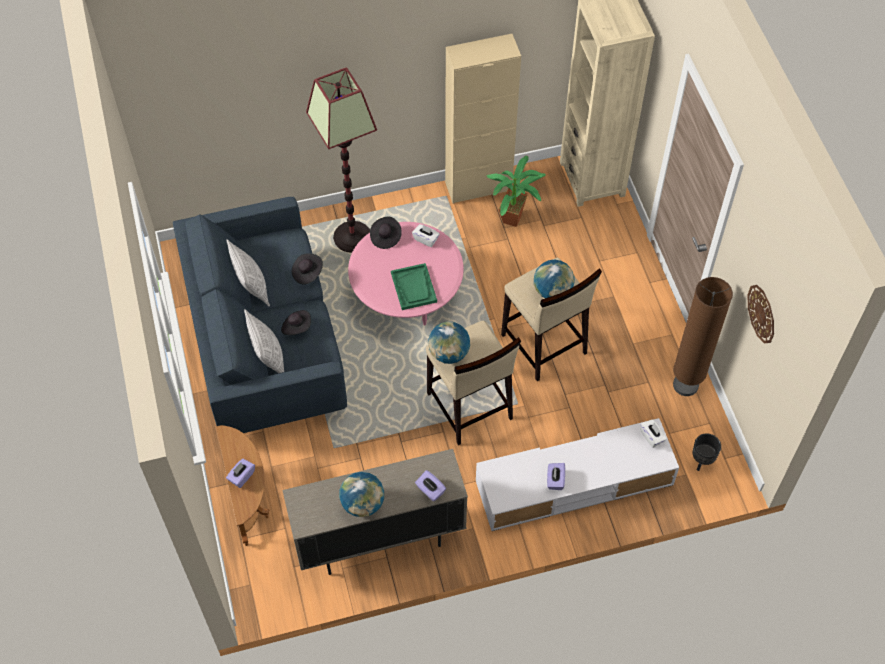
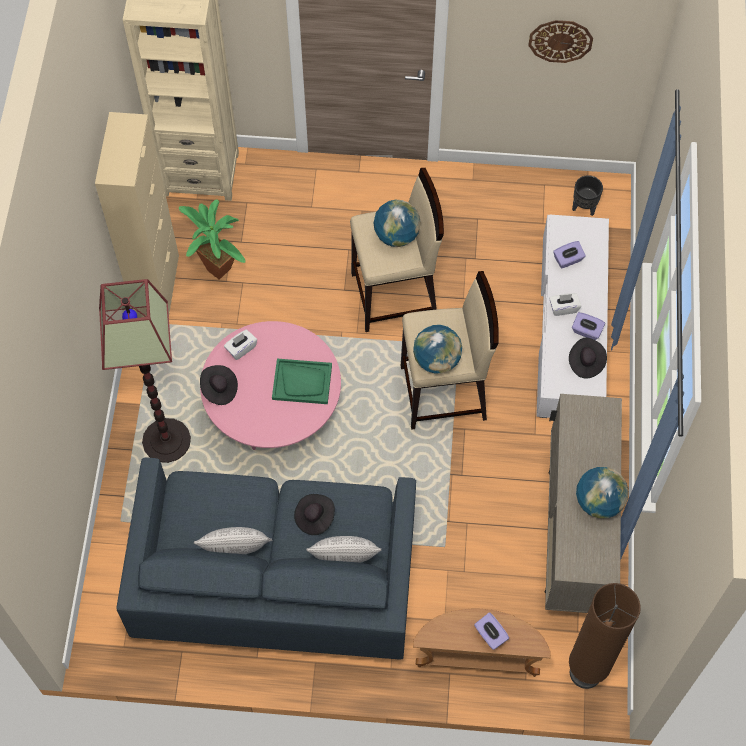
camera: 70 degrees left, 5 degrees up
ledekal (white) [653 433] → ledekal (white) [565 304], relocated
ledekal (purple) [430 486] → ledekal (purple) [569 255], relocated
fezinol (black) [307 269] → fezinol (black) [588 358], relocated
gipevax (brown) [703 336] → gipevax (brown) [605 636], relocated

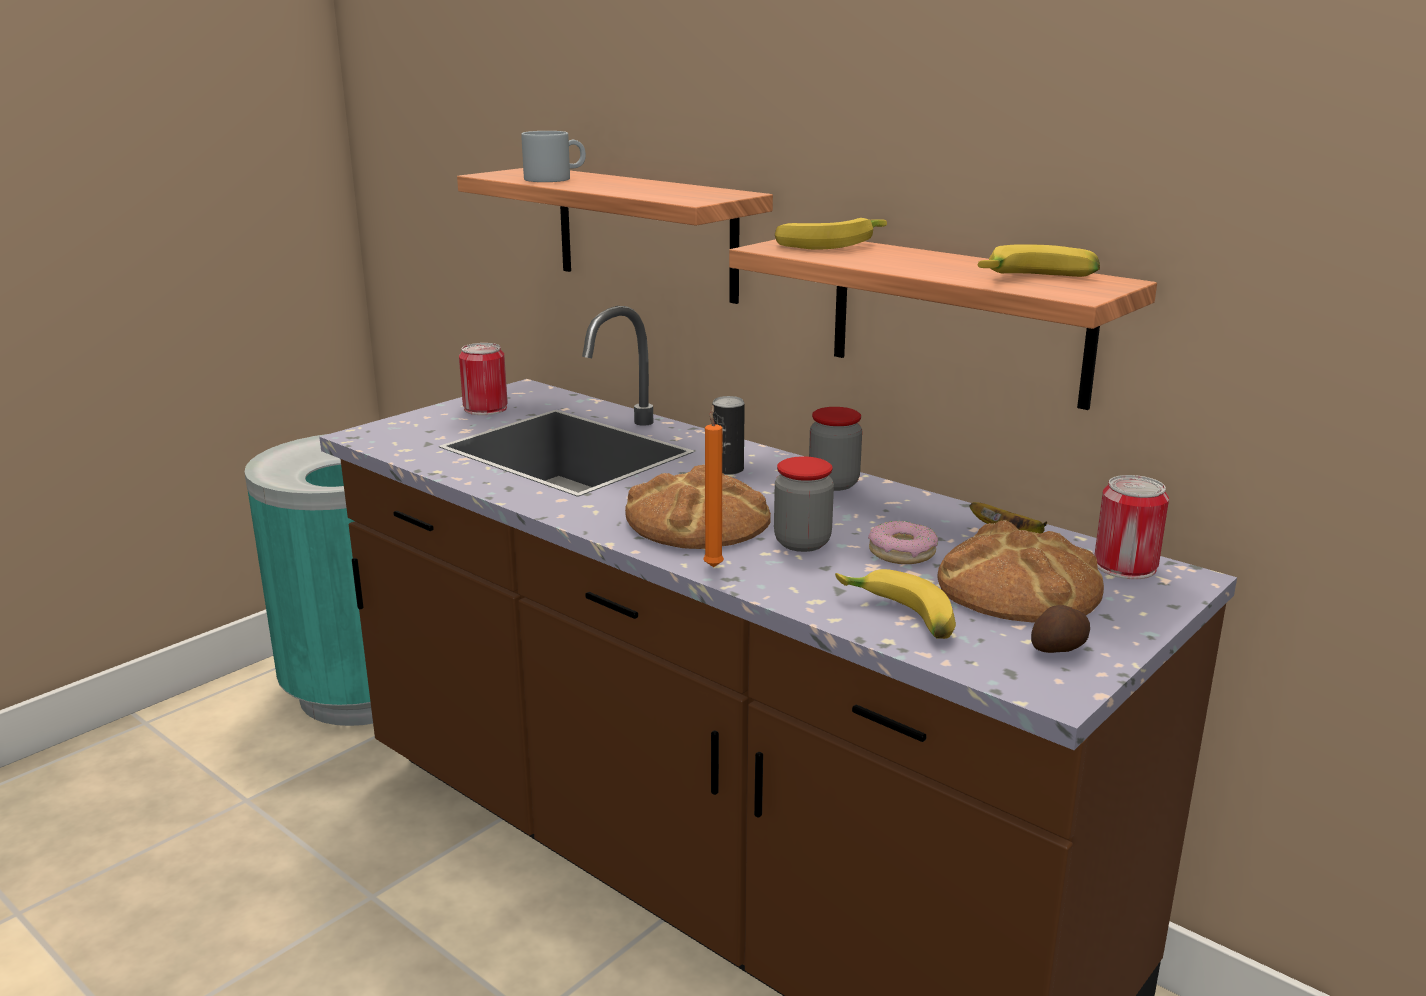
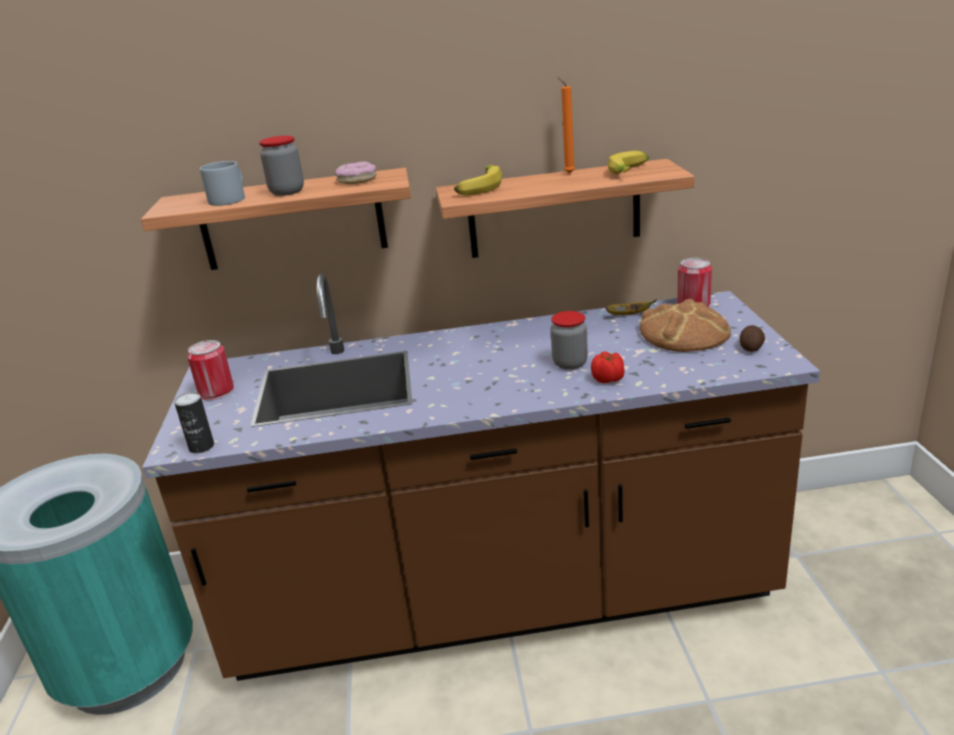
camera: 45 degrees left, 5 degrees up
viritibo [728 435] → viritibo [194 422], relocated
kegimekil [835 449] → kegimekil [281 166], relocated
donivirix [903 542] → donivirix [355 172], relocated
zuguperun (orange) [713 486] → zuguperun (orange) [566 125], relocated
- → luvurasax [608 367]
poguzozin [698 506] → -
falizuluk [895 604] → -

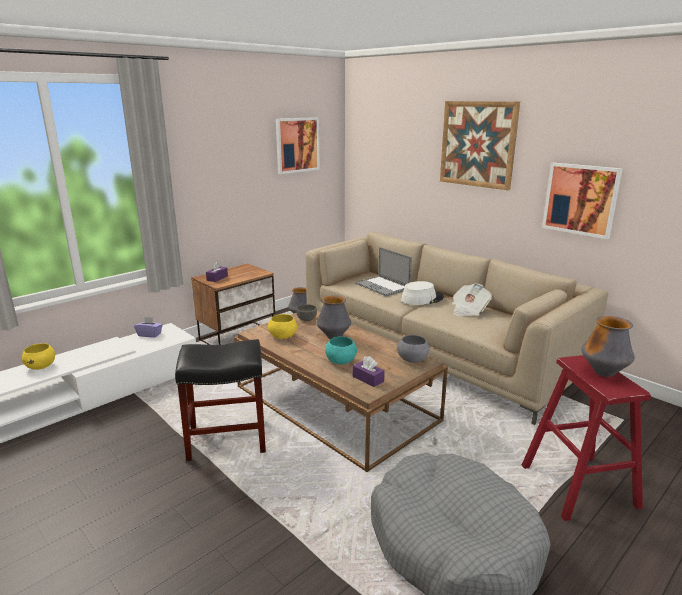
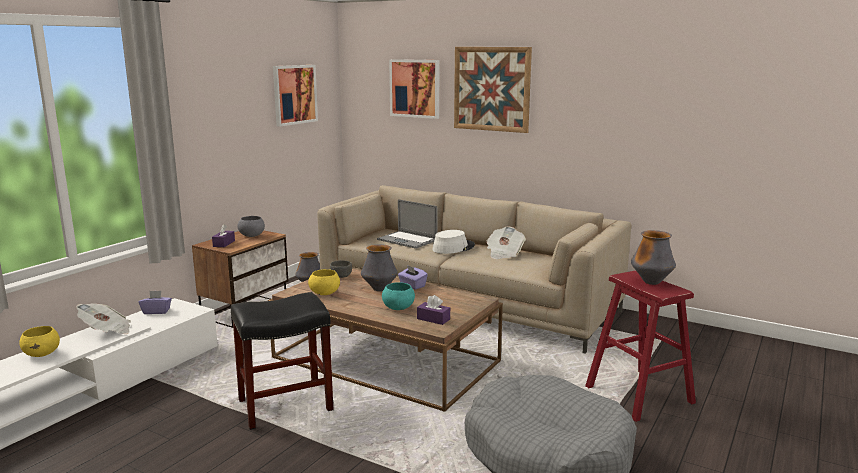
camera: 15 degrees left, 5 degrees down
- → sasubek [103 318]
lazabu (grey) [413 349] → lazabu (grey) [251 226], relocated
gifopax [582 201] → gifopax [414 89], relocated
- → ledekal (purple) [413 277]

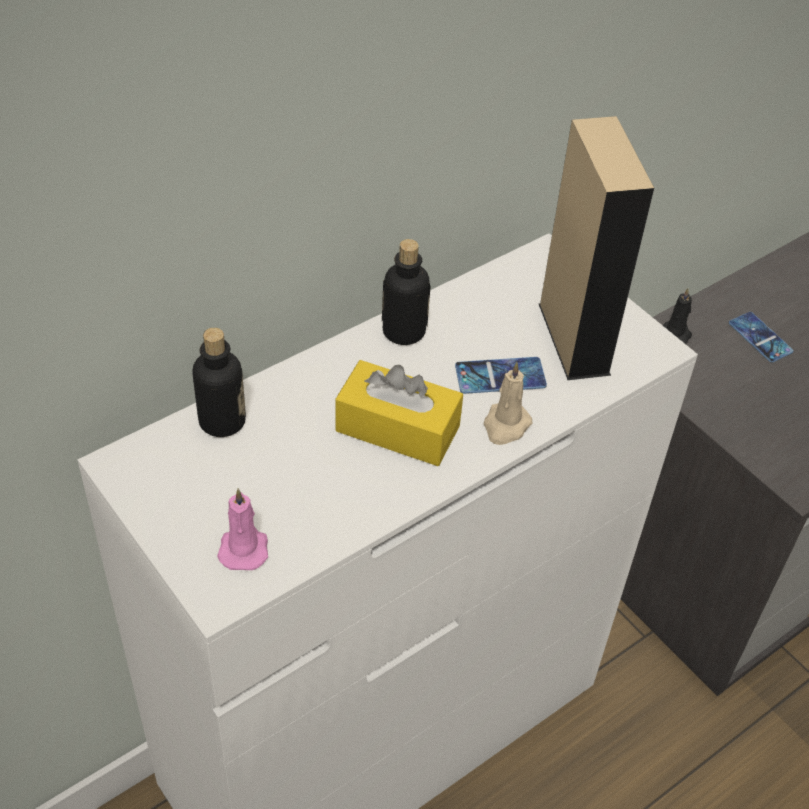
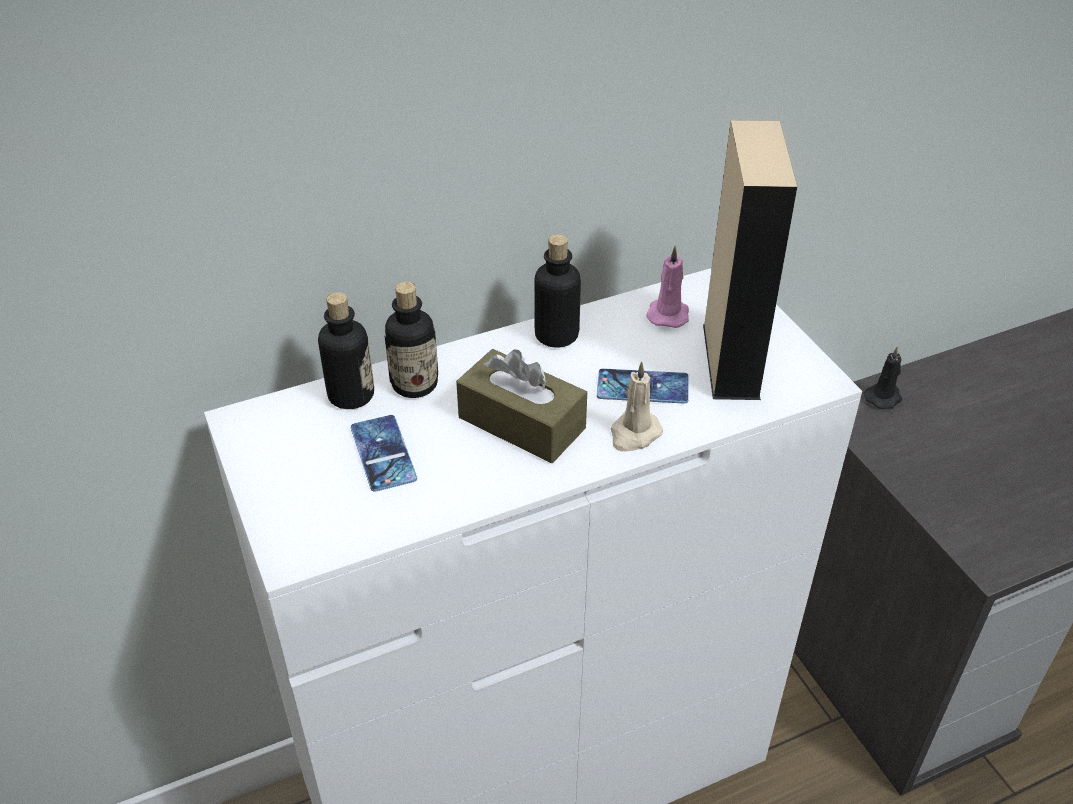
camera: 15 degrees right, 5 degrees down
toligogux [761 337] → toligogux [384 453], relocated
- → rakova [411 340]
ledekal (yellow) [399 413] → ledekal (brown) [521 406]
zuguperun (pink) [242 529] → zuguperun (pink) [667 287], relocated

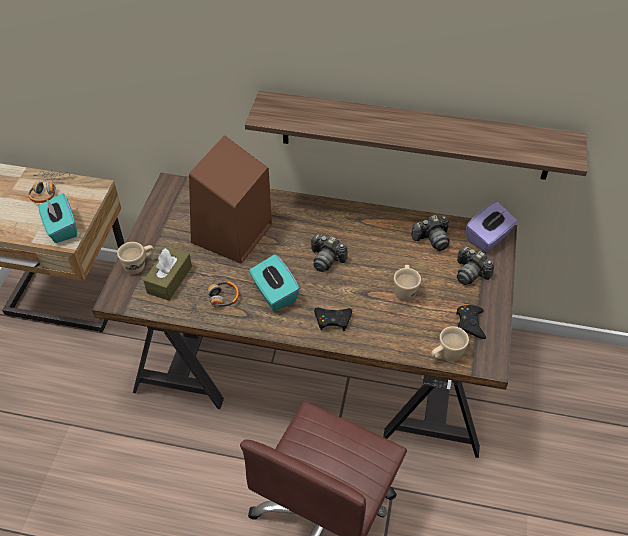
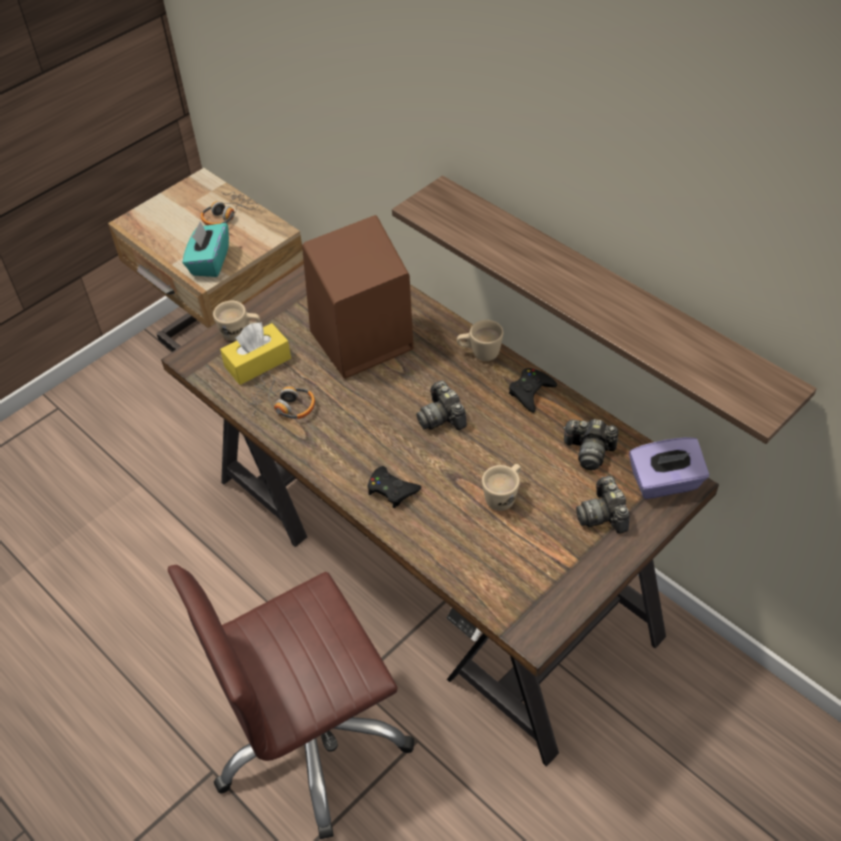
camera: 35 degrees right, 0 degrees up
ledekal (brown) [168 273] → ledekal (yellow) [255 353]
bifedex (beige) [450 344] → bifedex (beige) [480 340], relocated
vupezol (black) [471 322] → vupezol (black) [533 390], relocated
ledekal (turquoise) [274 282] → -

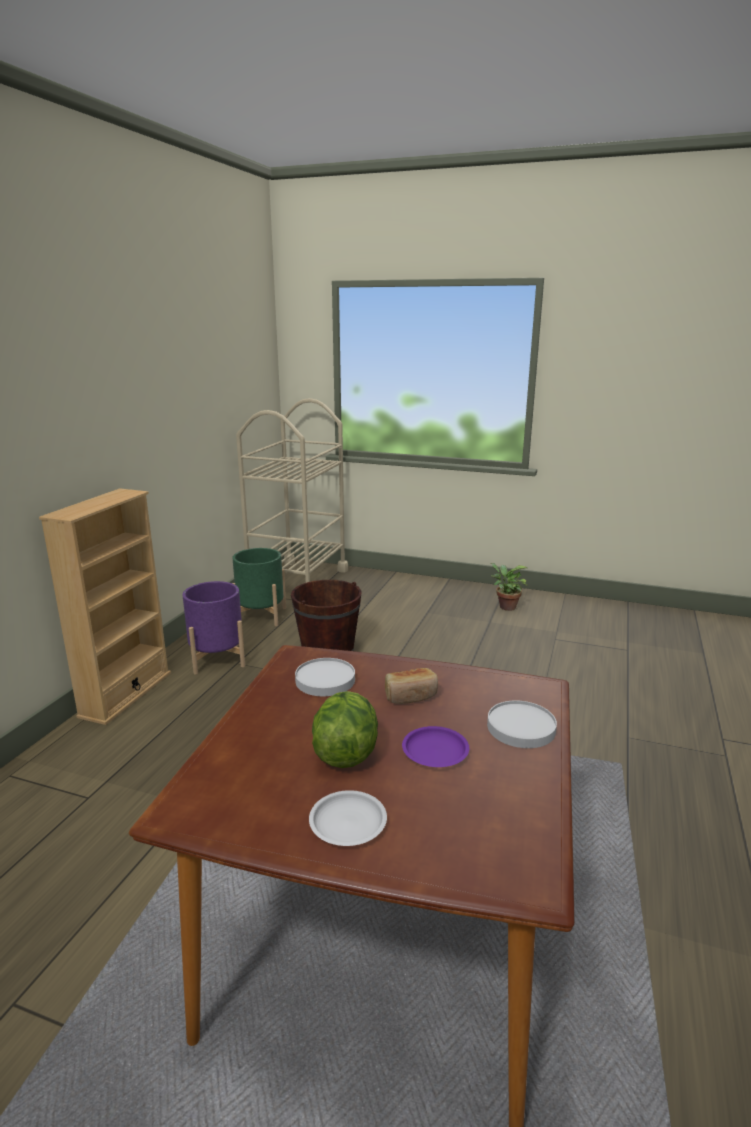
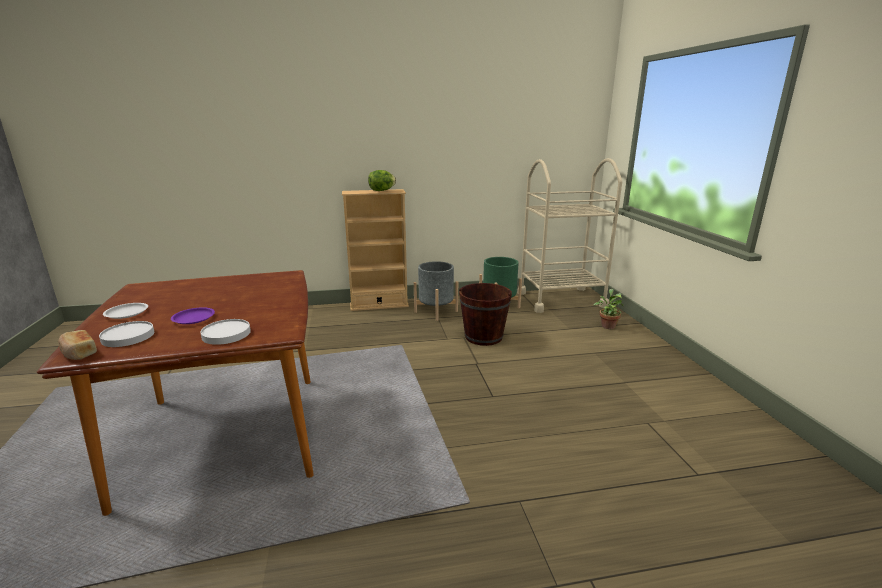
camera: 60 degrees right, 0 degrees up
poguzozin [411 686] → poguzozin [77 345], relocated
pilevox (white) [325 677] → pilevox (white) [126 334], relocated
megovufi [345 729] → megovufi [382 180], relocated
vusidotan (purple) [214 628] → vusidotan (grey) [436 291]
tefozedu [509 587] → tefozedu [608 309], relocated

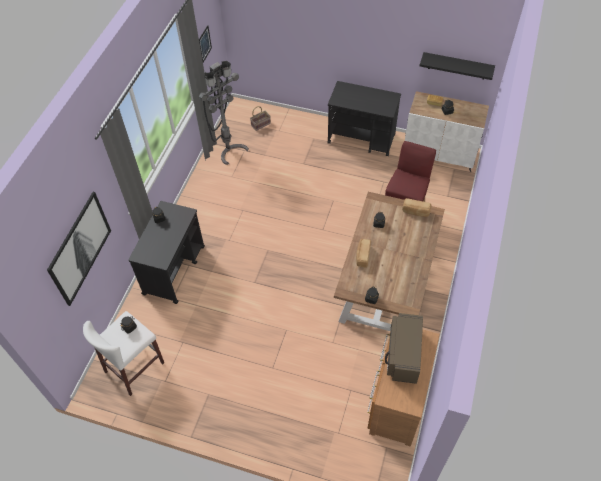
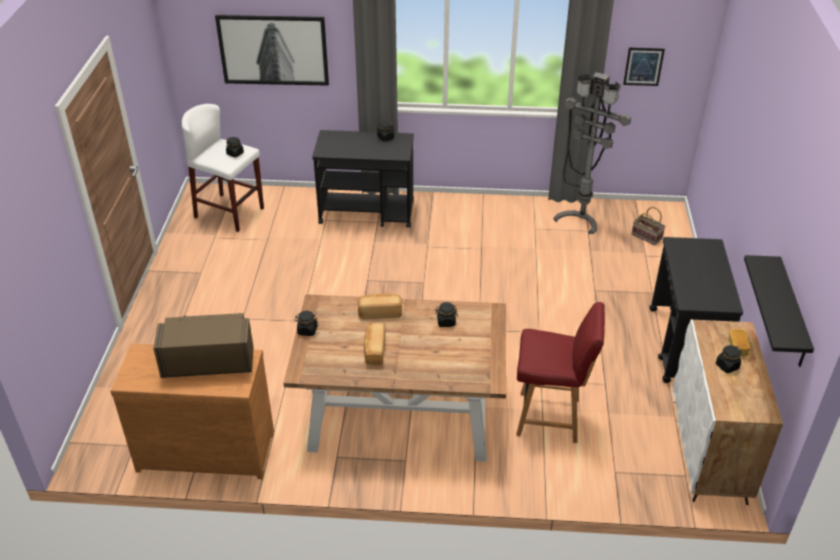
camera: 75 degrees right, 15 degrees down
poguzozin [416 207] → poguzozin [375 344], relocated

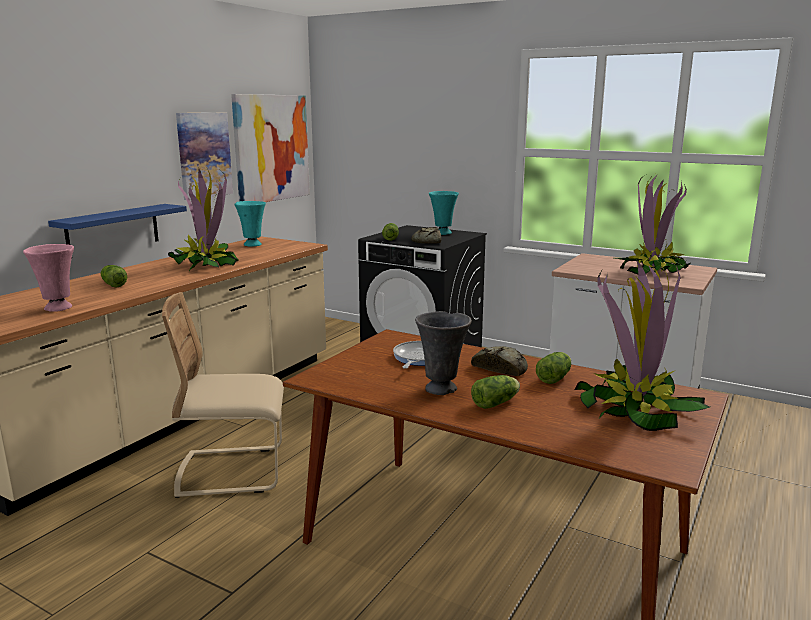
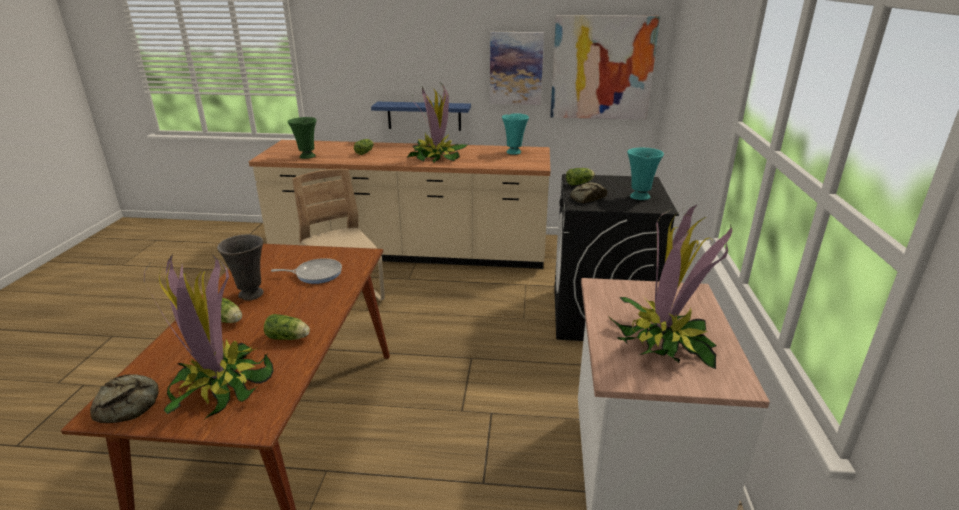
camera: 65 degrees right, 10 degrees up
poguzozin [499 361] → poguzozin [124 398], relocated
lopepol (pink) [48 278] → lopepol (green) [302 138]

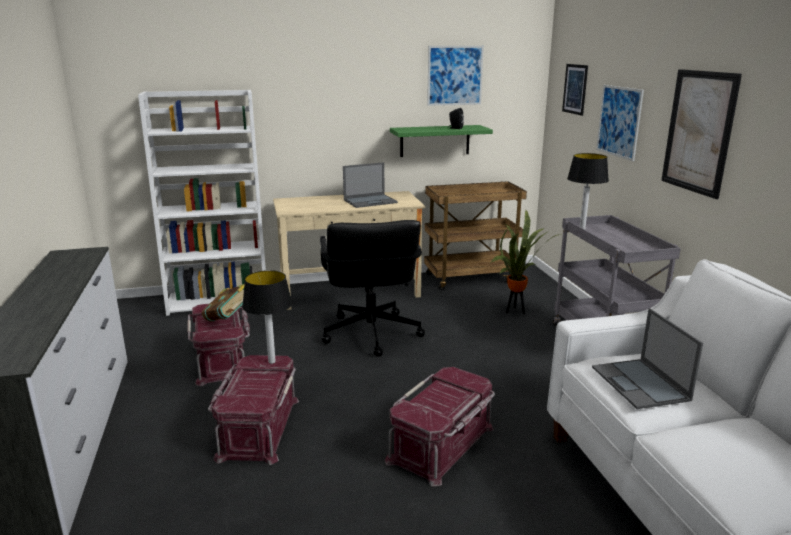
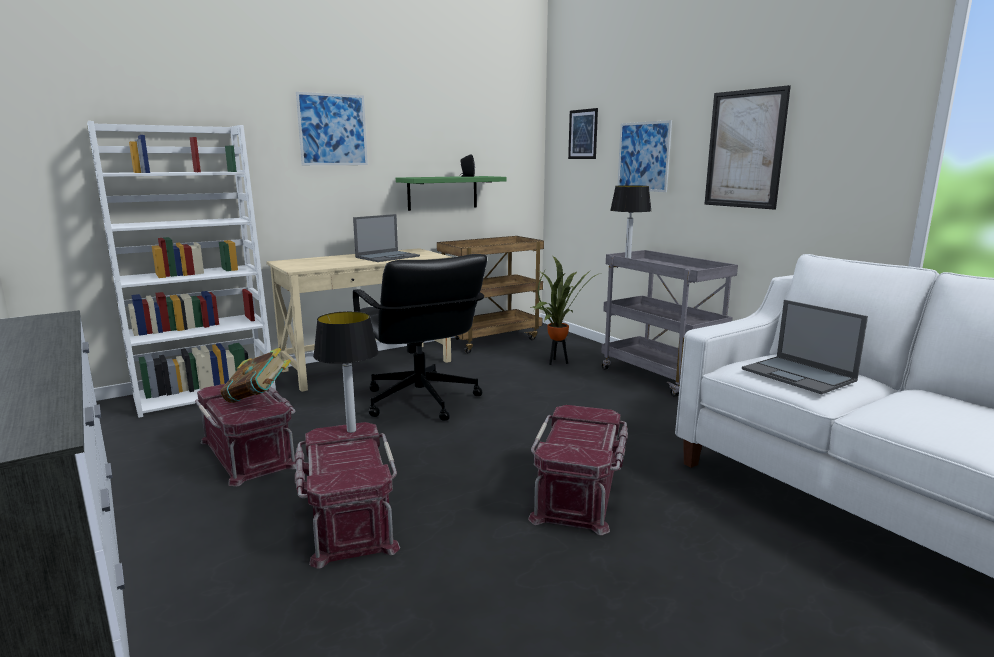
camera: 20 degrees left, 5 degrees down
gifopax [455 76] → gifopax [332 128], relocated

